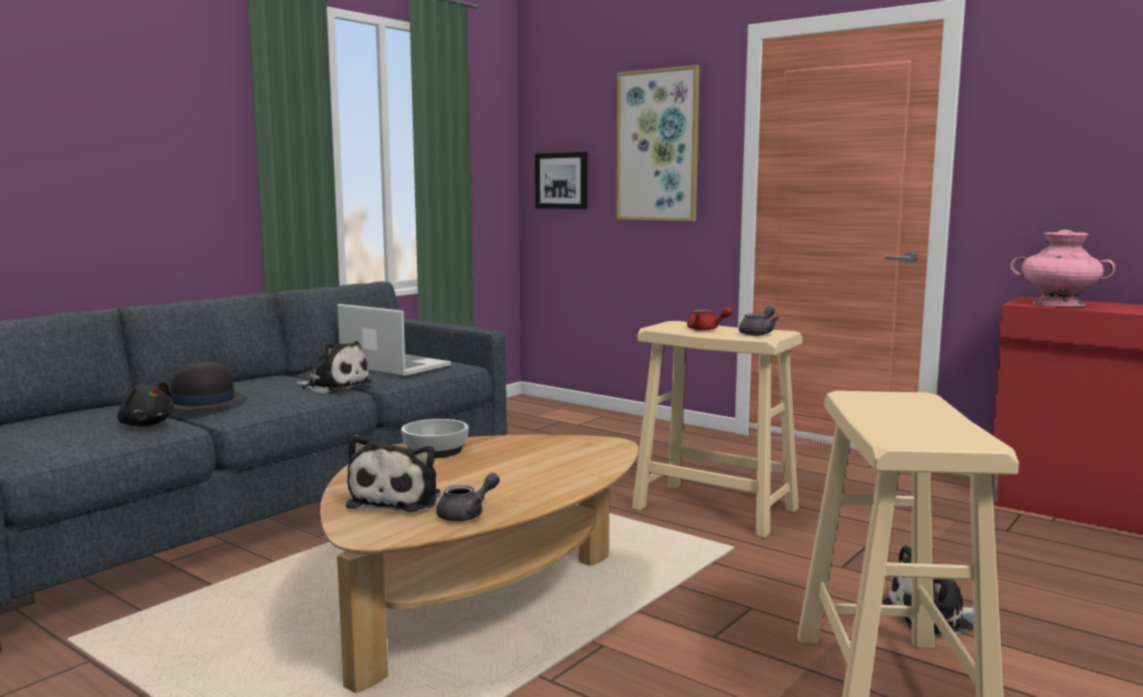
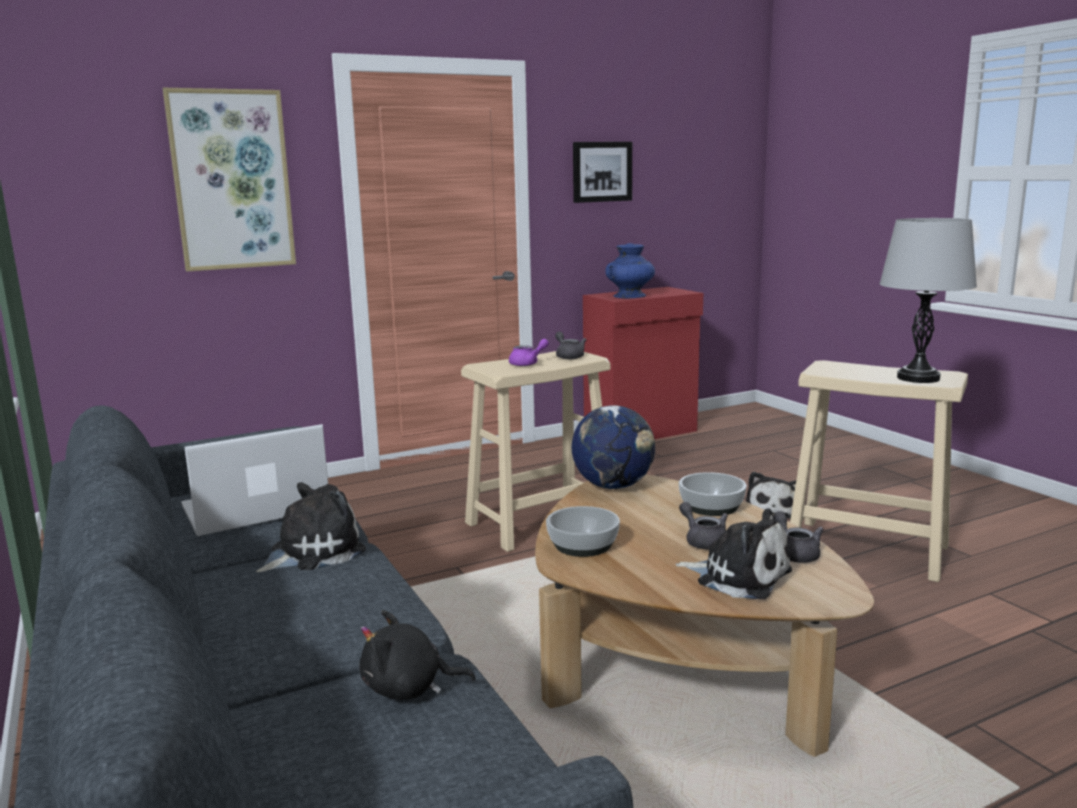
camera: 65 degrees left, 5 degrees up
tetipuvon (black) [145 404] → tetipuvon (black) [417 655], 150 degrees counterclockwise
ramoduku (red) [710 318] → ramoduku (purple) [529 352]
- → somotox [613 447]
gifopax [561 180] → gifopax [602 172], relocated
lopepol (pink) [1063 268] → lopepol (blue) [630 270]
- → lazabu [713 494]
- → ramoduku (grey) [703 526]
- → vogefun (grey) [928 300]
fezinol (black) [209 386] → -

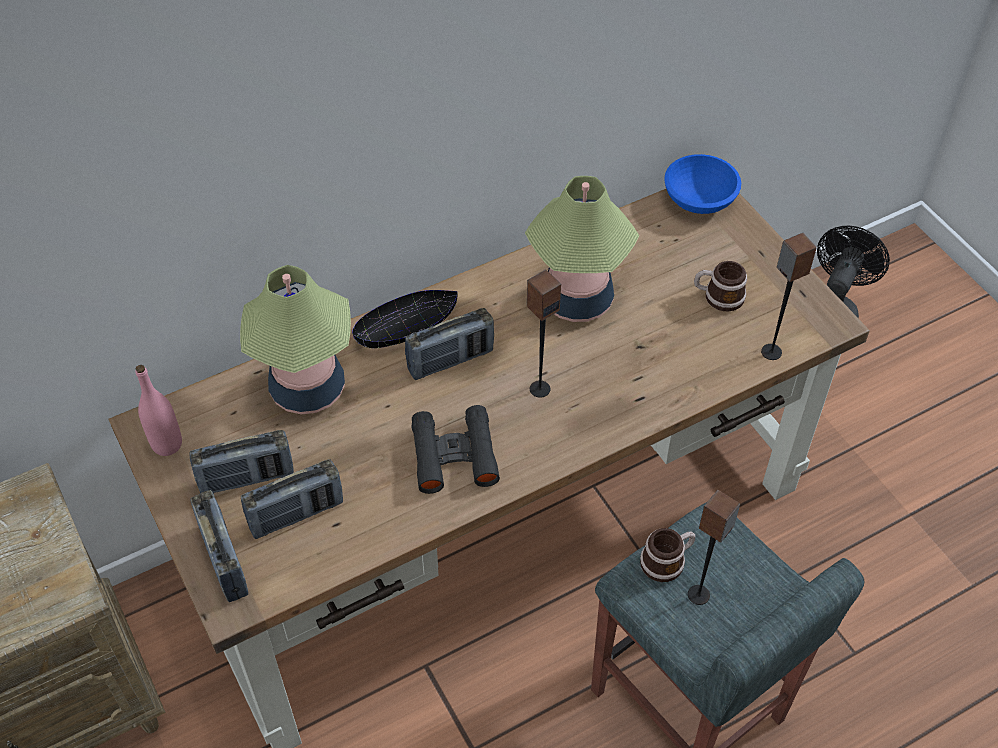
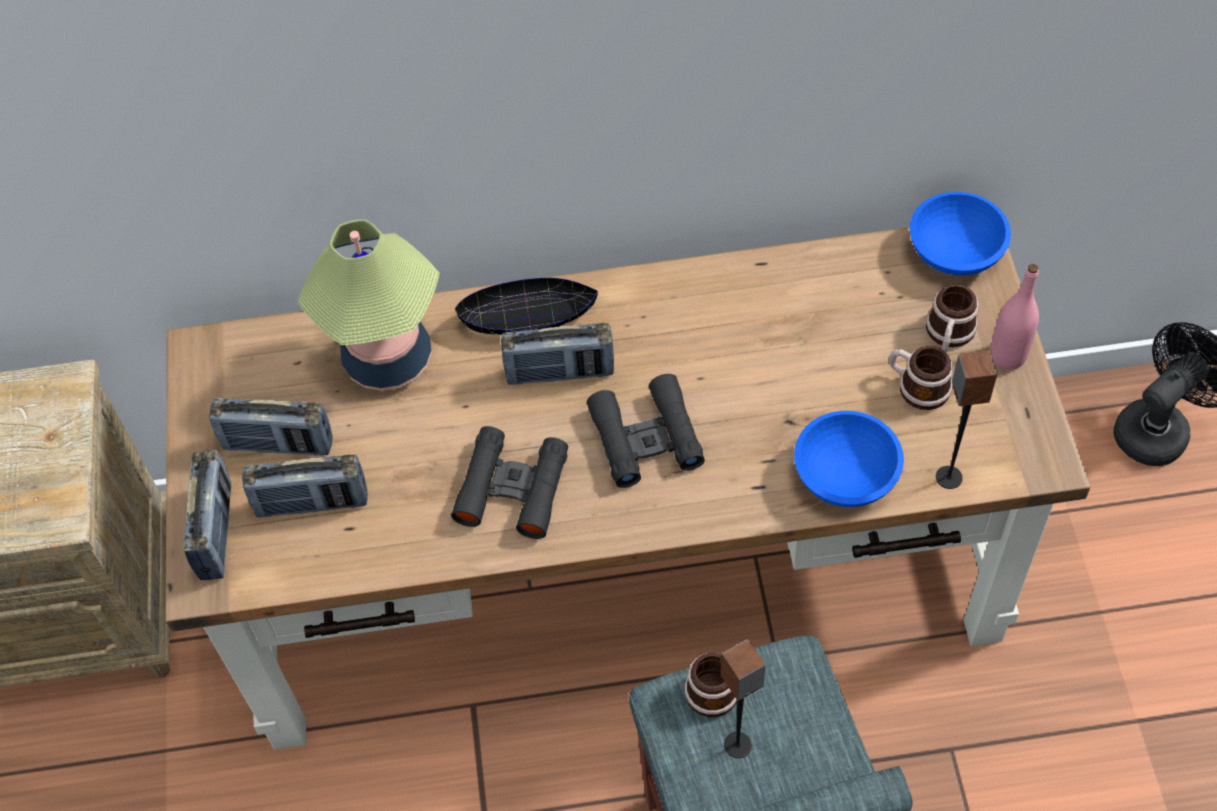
camera: 25 degrees right, 5 degrees up
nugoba [544 333] → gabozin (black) [646 431]
- → lazabu (blue) [849 459]
- → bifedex [952 318]
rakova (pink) [159 410] → rakova (pink) [1014 317], relocated
vogefun [582 249] → -

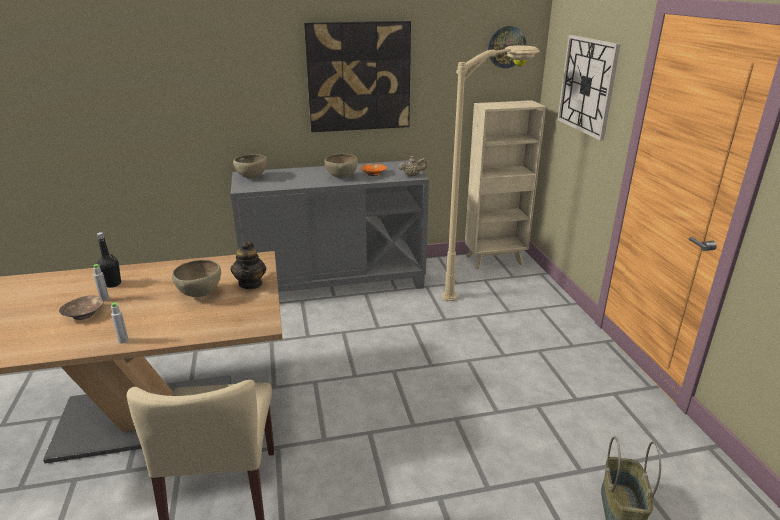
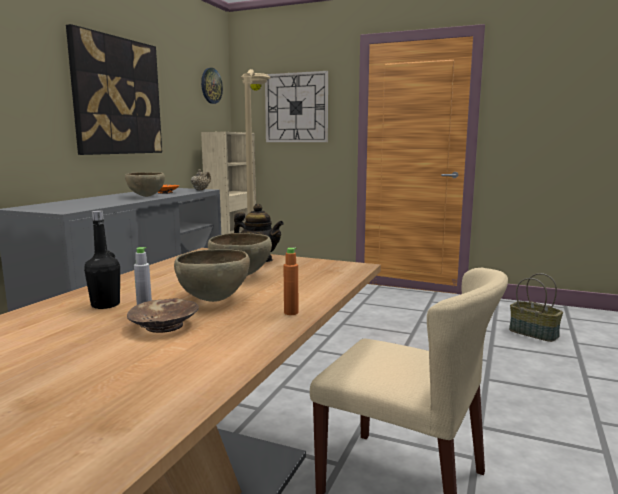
camera: 55 degrees left, 15 degrees down
lazabu (brown) [250 166] → lazabu (brown) [212 275], relocated
rakova (grey) [120 323] → rakova (orange) [290 281]

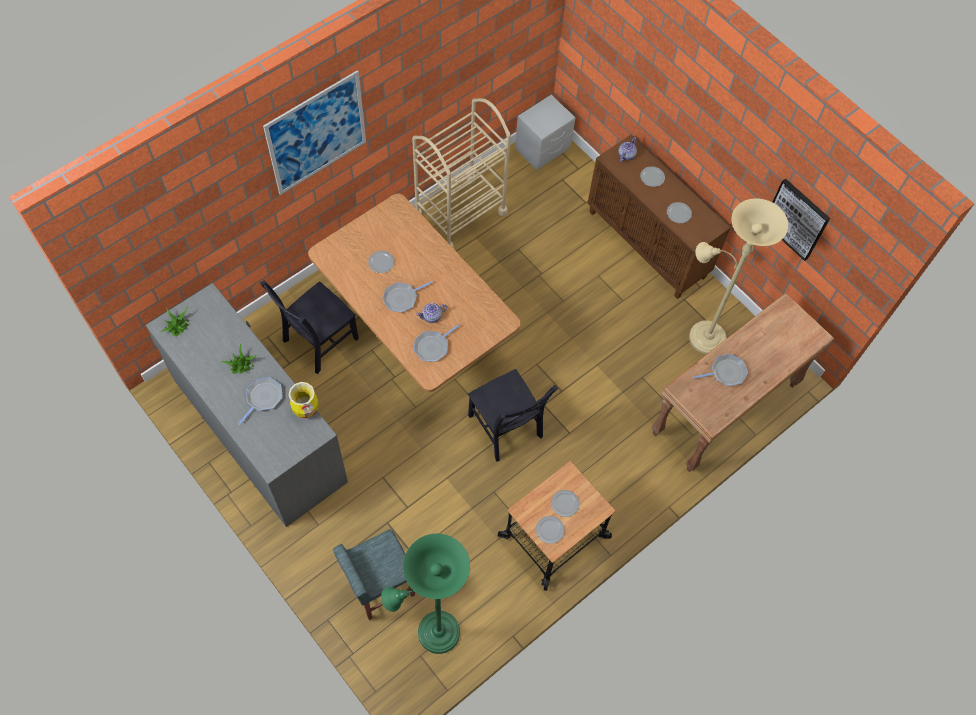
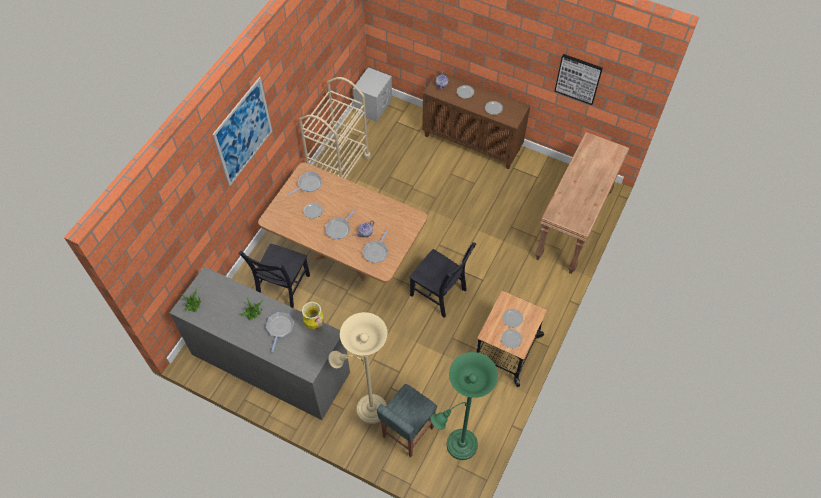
camera: 20 degrees left, 5 degrees down
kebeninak [720 370] → kebeninak [304 183], relocated
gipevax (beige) [738 276] → gipevax (beige) [357 368], relocated

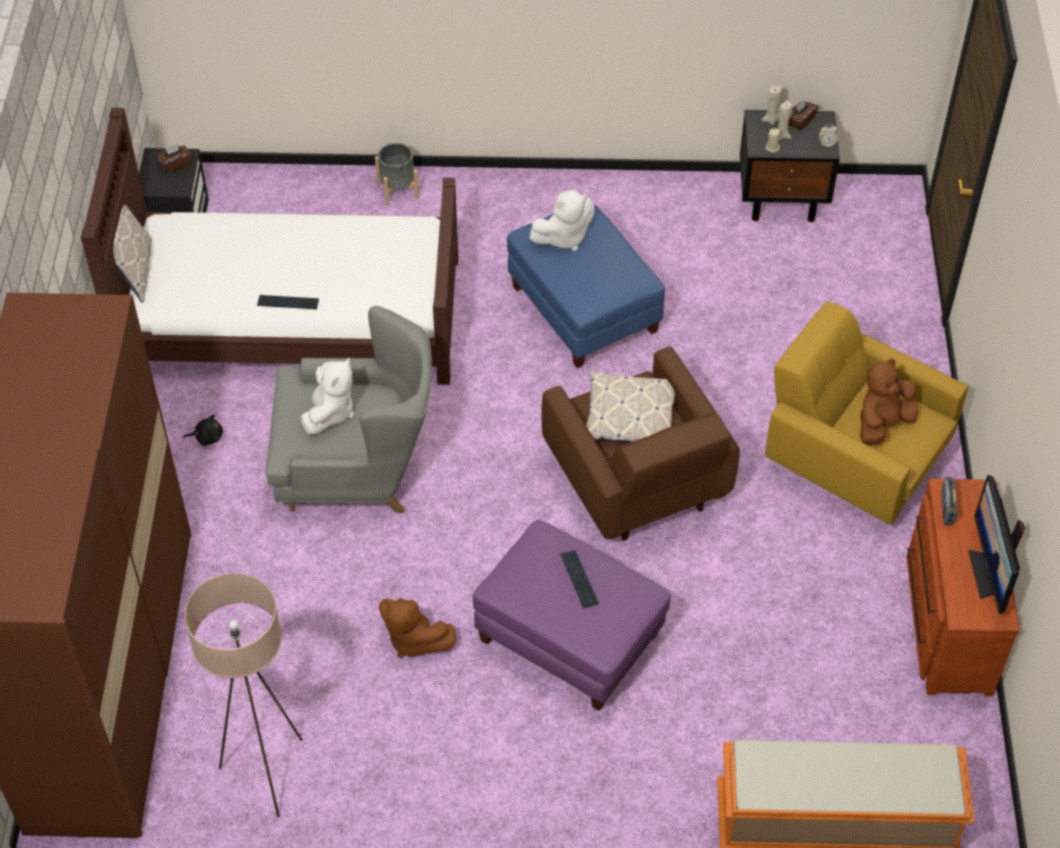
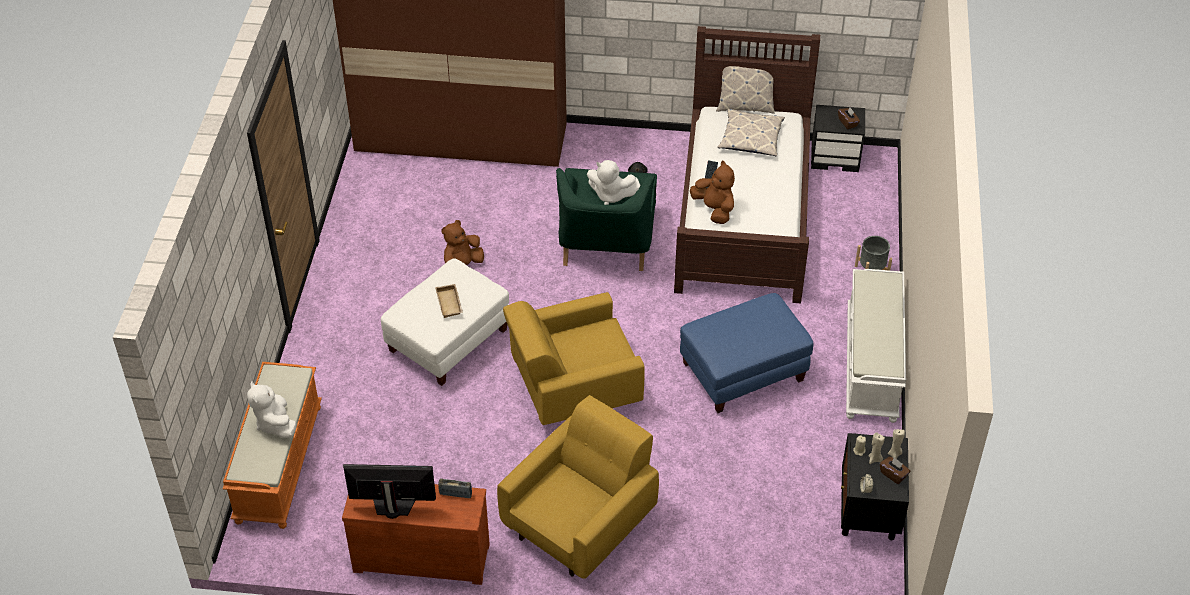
camera: 95 degrees right, 5 degrees down
tetipuvon (white) [562 220] → tetipuvon (white) [272 409], relocated
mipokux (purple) [572 615] → mipokux (white) [445 322]
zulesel [579 579] → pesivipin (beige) [449 301]
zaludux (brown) [640 444] → zaludux (yellow) [573 358]
zaludux (grey) [349 409] → zaludux (green) [606 219]
tetipuvon (brown) [889 402] → tetipuvon (brown) [712 192], relocated
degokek [630 407] → degokek [751 132], relocated
- → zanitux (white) [876 346]
gipevax (beige) [244 695] → -

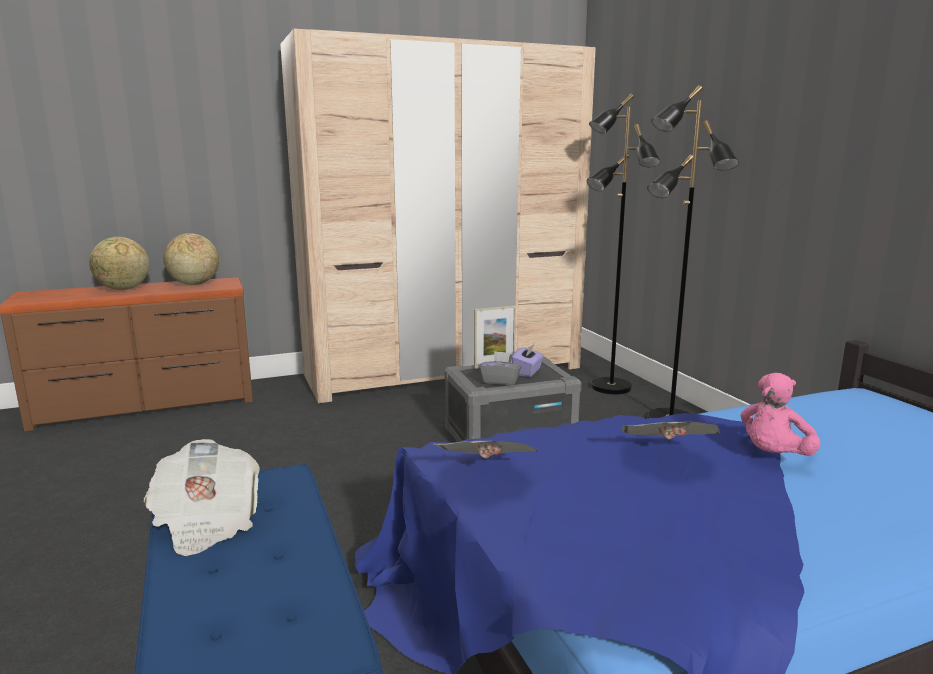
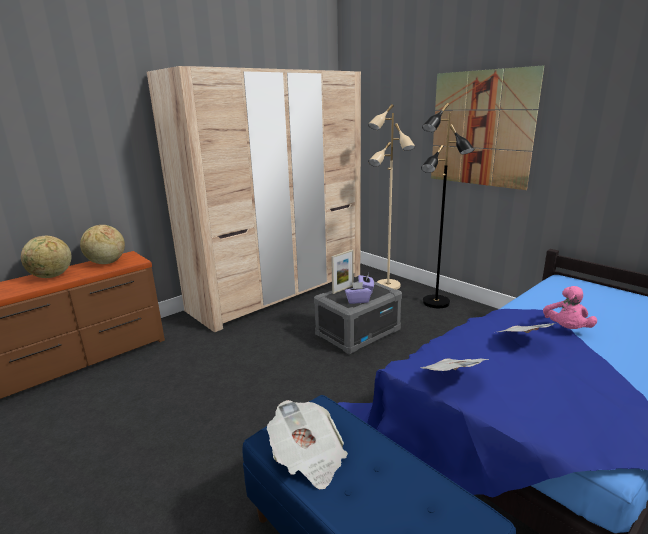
camera: 20 degrees left, 5 degrees up
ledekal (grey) [501 368] → ledekal (purple) [358 293]
gipevax (black) [623 244] → gipevax (beige) [391 196]
- → gifopax [487 127]

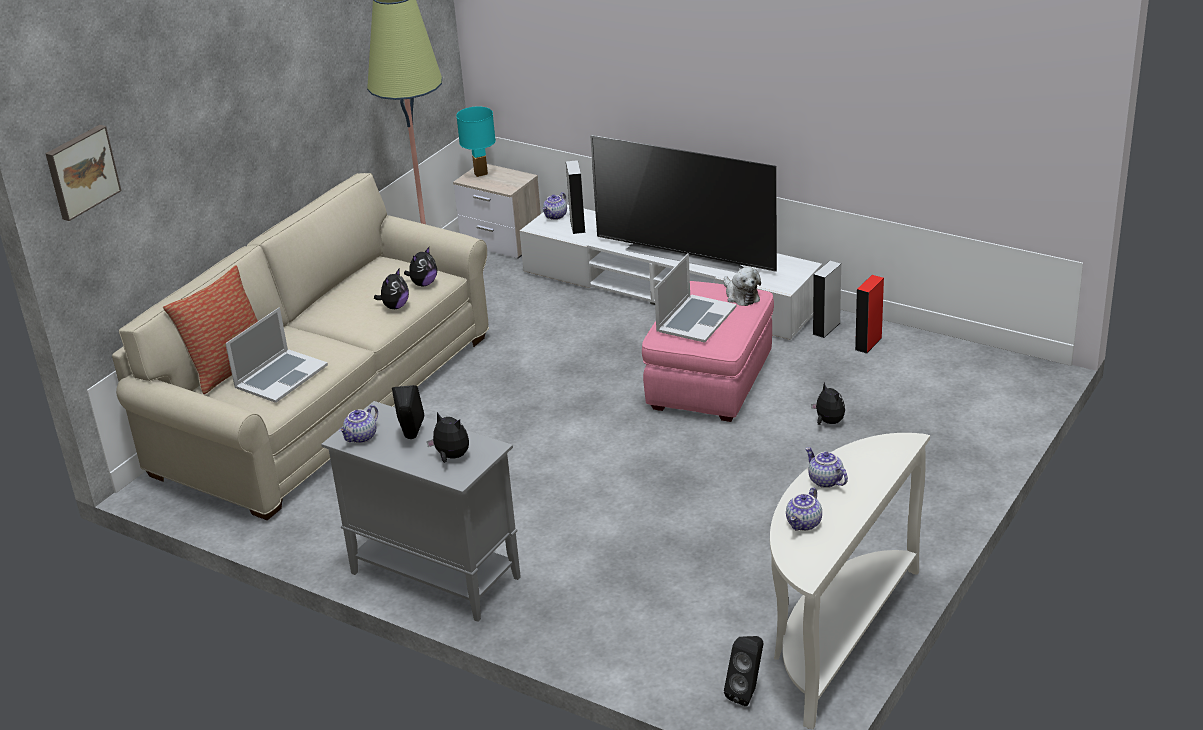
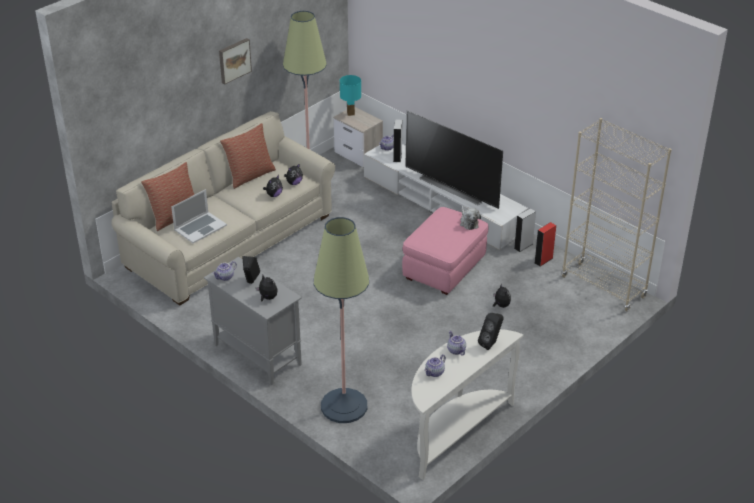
camera: 10 degrees right, 5 degrees up
gifopax [83 173] → gifopax [235 61], relocated
- → degokek [248 156]
- → gipevax [341 320]
nugoba (black) [743 671] → nugoba (black) [491 331], relocated
- → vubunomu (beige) [616 214]
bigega [695 298] → -

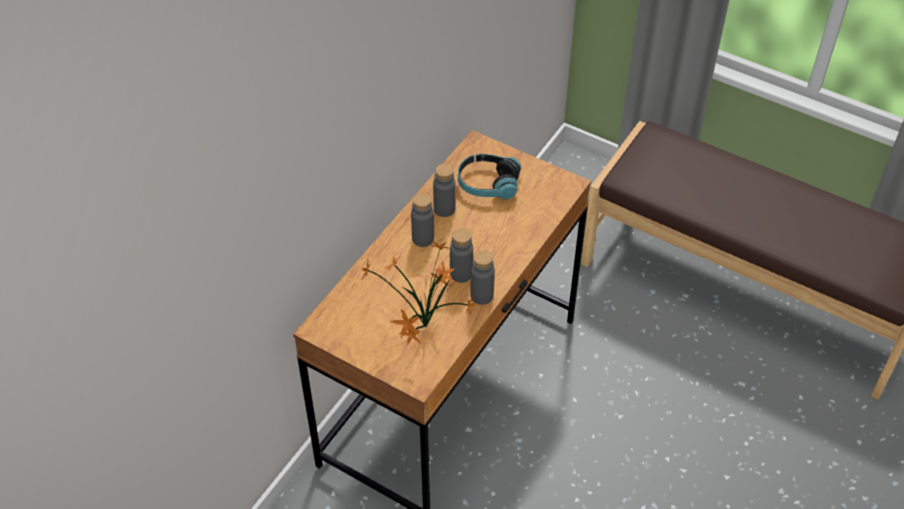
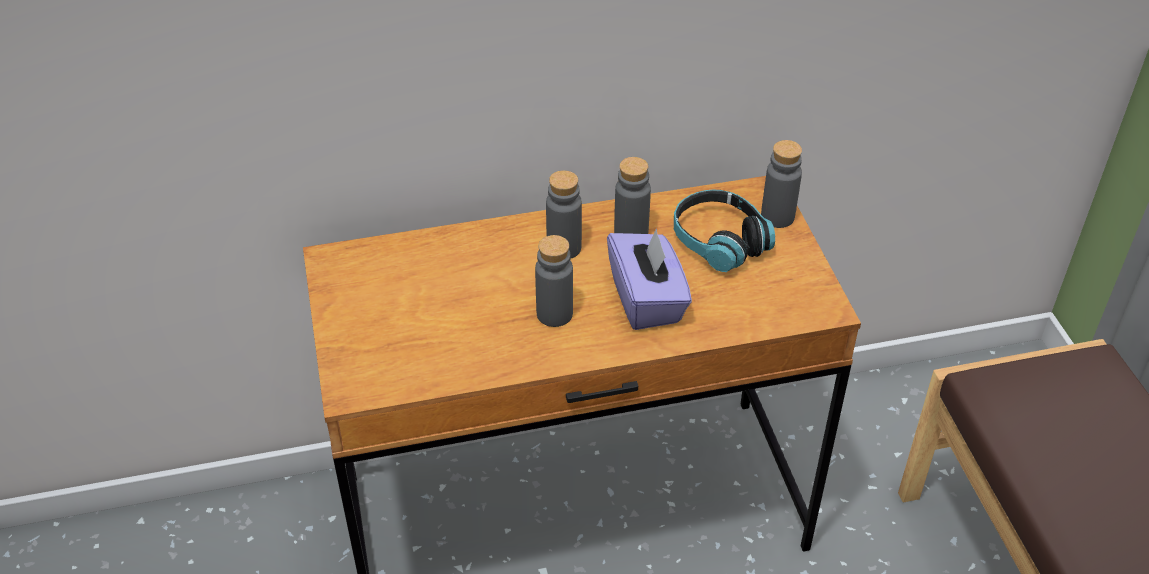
camera: 45 degrees right, 5 degrees down
- → ledekal (purple) [649 279]
rakova (grey) [482 277] → rakova (grey) [781 184], relocated
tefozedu [418 293] → -

